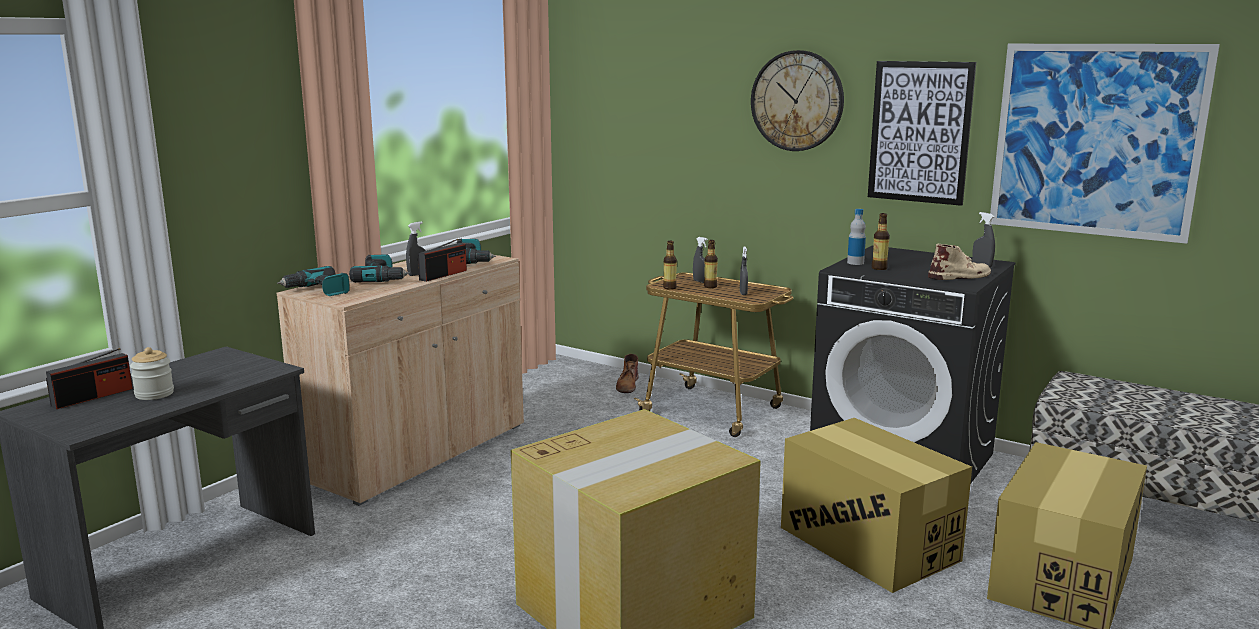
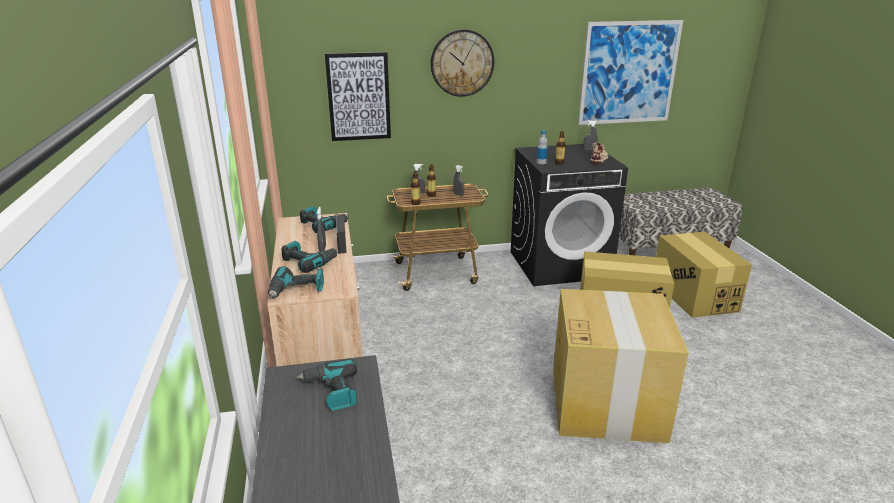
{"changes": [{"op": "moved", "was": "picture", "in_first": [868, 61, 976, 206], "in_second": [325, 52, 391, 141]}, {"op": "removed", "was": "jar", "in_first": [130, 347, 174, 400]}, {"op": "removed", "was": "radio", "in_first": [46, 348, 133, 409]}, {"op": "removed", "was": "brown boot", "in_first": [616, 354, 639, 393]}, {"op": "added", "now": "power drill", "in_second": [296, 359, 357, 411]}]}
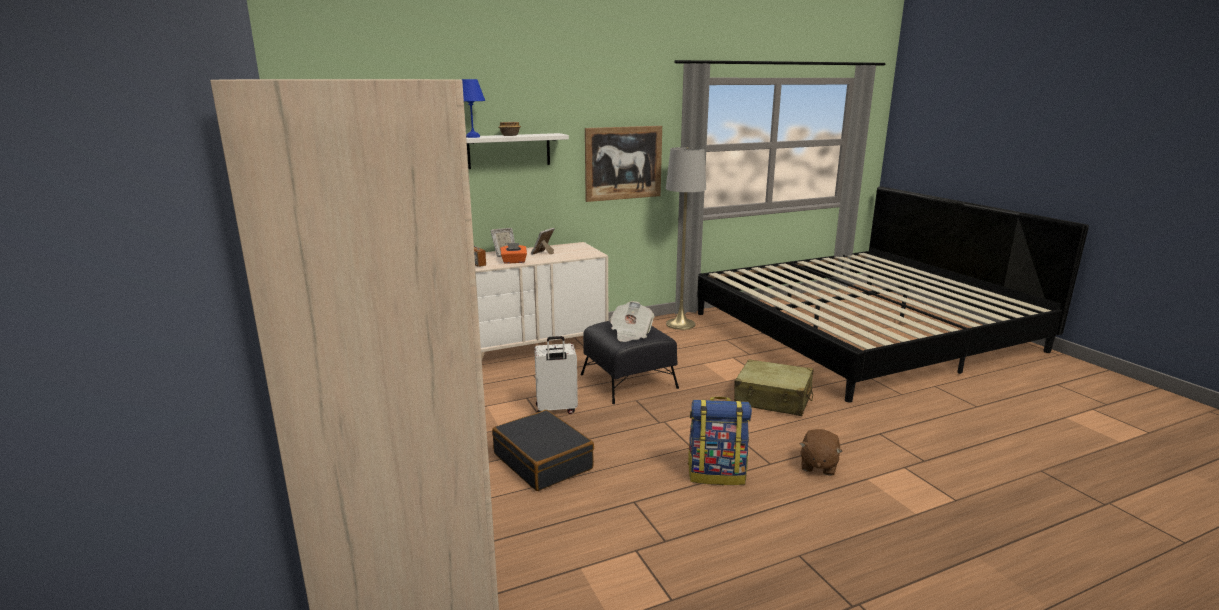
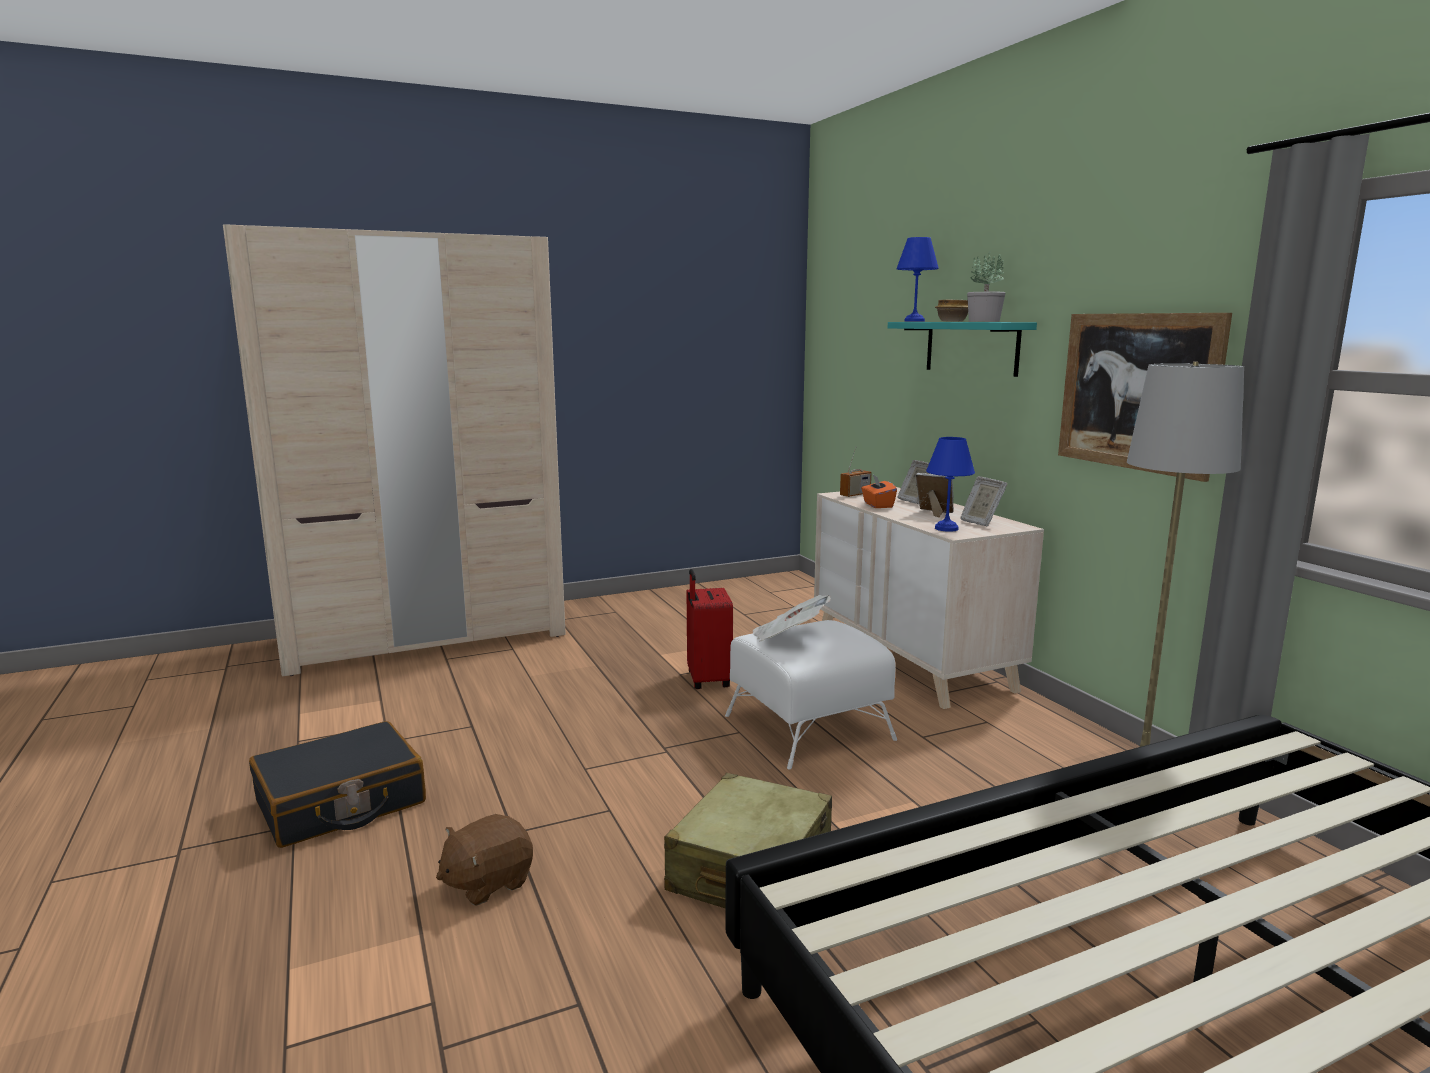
{"changes": [{"op": "recoloured", "was": "white shelf", "now": "turquoise shelf", "in_first": [466, 133, 569, 169], "in_second": [888, 322, 1037, 377]}, {"op": "recoloured", "was": "black ottoman", "now": "white ottoman", "in_first": [581, 321, 679, 404], "in_second": [725, 620, 897, 769]}, {"op": "recoloured", "was": "white suitcase", "now": "red suitcase", "in_first": [534, 336, 578, 414], "in_second": [687, 569, 733, 689]}, {"op": "removed", "was": "backpack", "in_first": [688, 397, 752, 485]}, {"op": "moved", "was": "black suitcase", "in_first": [492, 410, 594, 491], "in_second": [249, 721, 426, 848]}, {"op": "turned", "was": "brown plush toy", "in_first": [799, 429, 843, 476], "in_second": [436, 814, 533, 906], "clockwise": -60}, {"op": "added", "now": "potted plant", "in_second": [967, 252, 1005, 322]}, {"op": "added", "now": "blue table lamp", "in_second": [926, 437, 975, 532]}, {"op": "added", "now": "picture frame", "in_second": [960, 476, 1008, 526]}]}
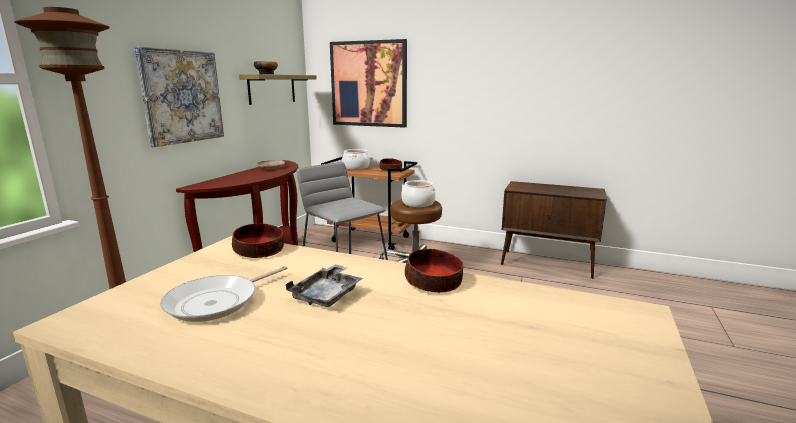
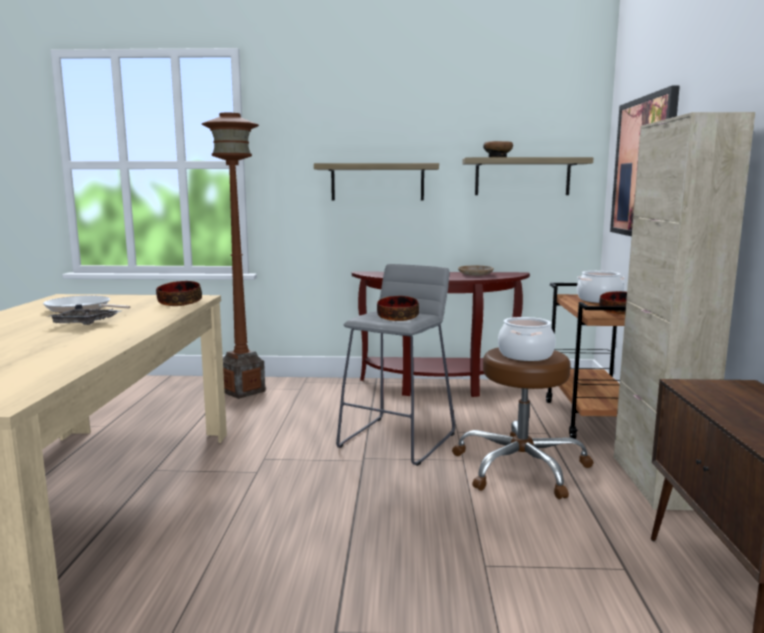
{"changes": [{"op": "replaced", "was": "picture", "now": "shelf", "in_first": [134, 47, 224, 147], "in_second": [314, 163, 439, 201]}, {"op": "moved", "was": "bowl", "in_first": [405, 249, 463, 293], "in_second": [377, 296, 419, 321]}, {"op": "added", "now": "beige cabinet", "in_second": [614, 112, 755, 510]}]}
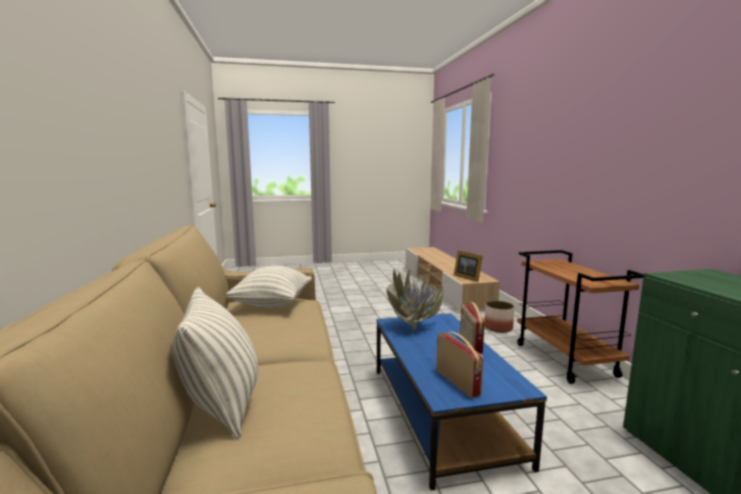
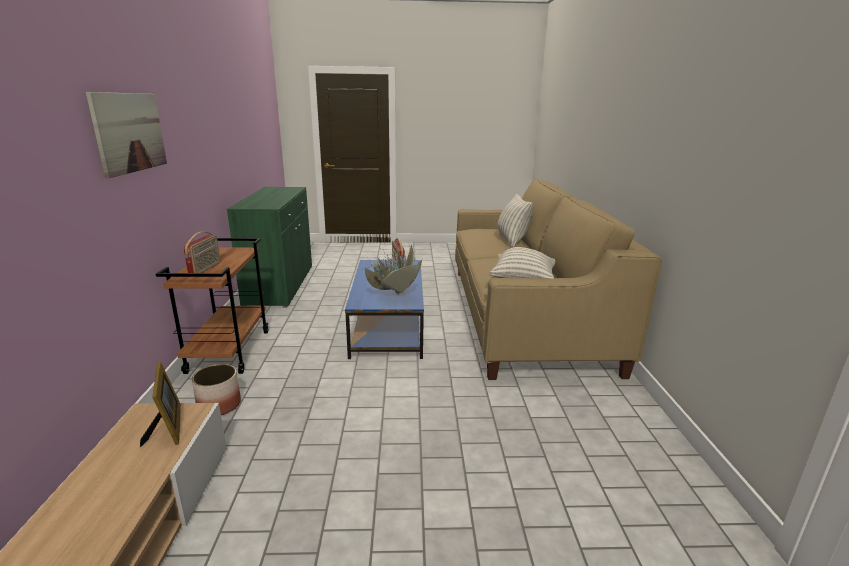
{"changes": [{"op": "moved", "was": "radio", "in_first": [460, 302, 485, 354], "in_second": [183, 232, 220, 273]}, {"op": "added", "now": "picture", "in_second": [86, 92, 167, 178]}]}
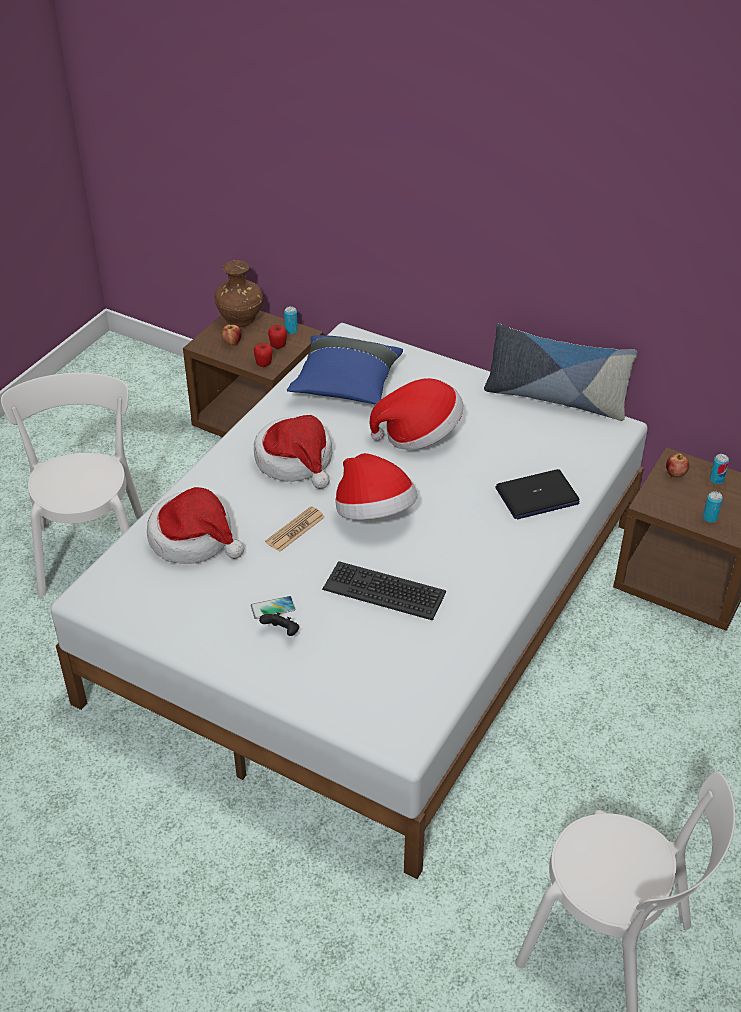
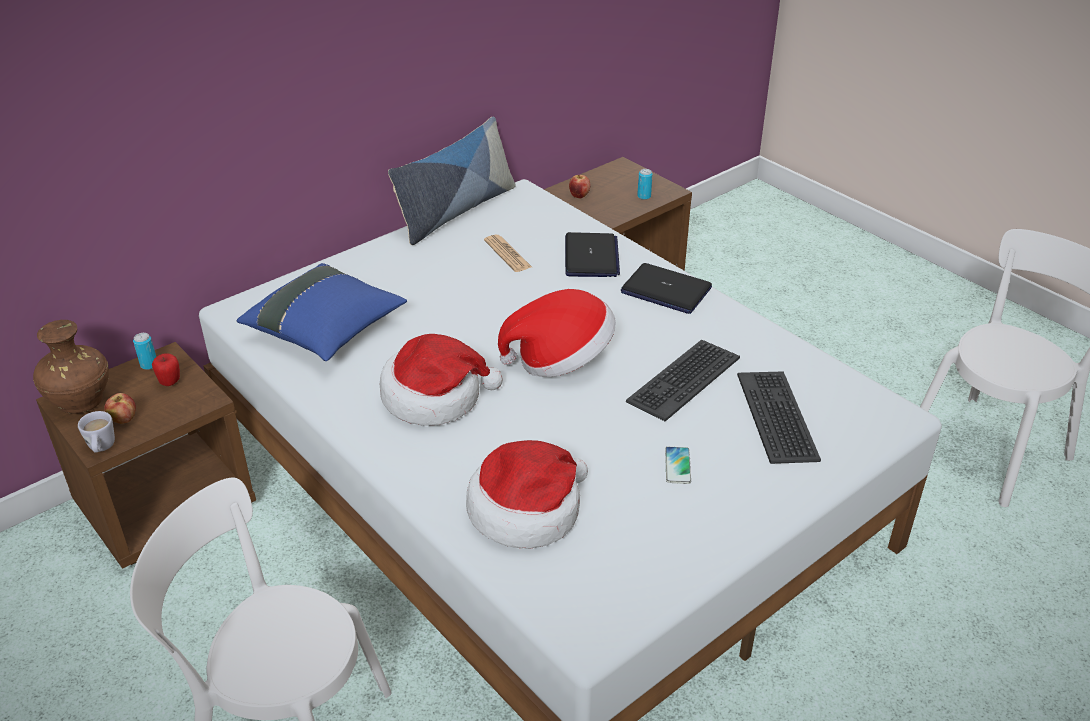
{"changes": [{"op": "removed", "was": "apple", "in_first": [254, 343, 272, 367]}, {"op": "removed", "was": "hat", "in_first": [370, 378, 464, 450]}, {"op": "removed", "was": "can", "in_first": [710, 454, 729, 484]}, {"op": "moved", "was": "newspaper", "in_first": [265, 506, 325, 552], "in_second": [484, 235, 532, 272]}, {"op": "removed", "was": "black game controller", "in_first": [259, 612, 299, 636]}, {"op": "added", "now": "laptop", "in_second": [621, 263, 712, 314]}, {"op": "added", "now": "keyboard", "in_second": [737, 371, 821, 464]}, {"op": "added", "now": "white mug", "in_second": [78, 411, 115, 453]}]}
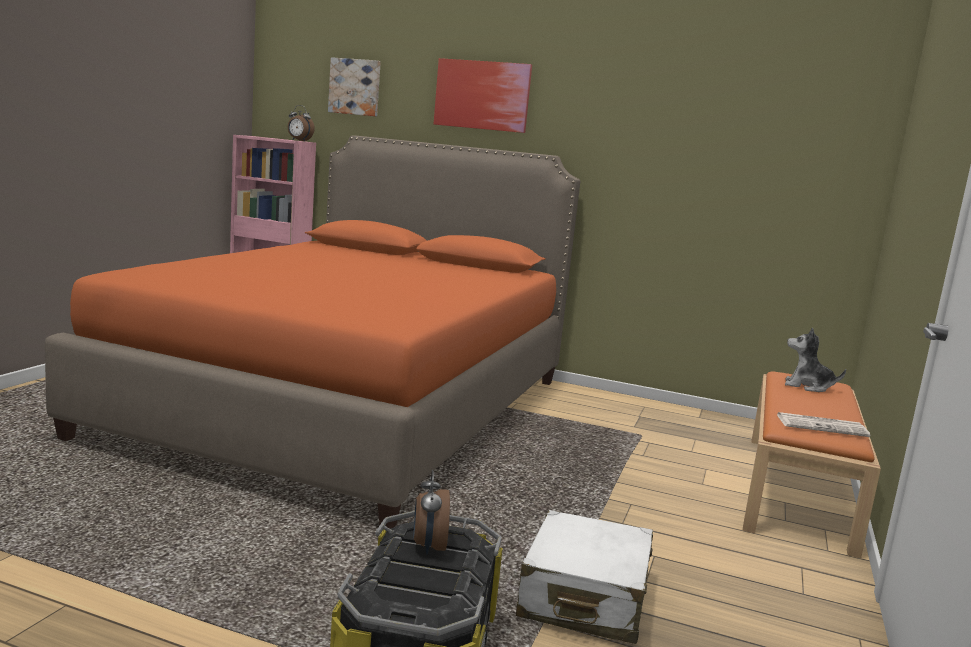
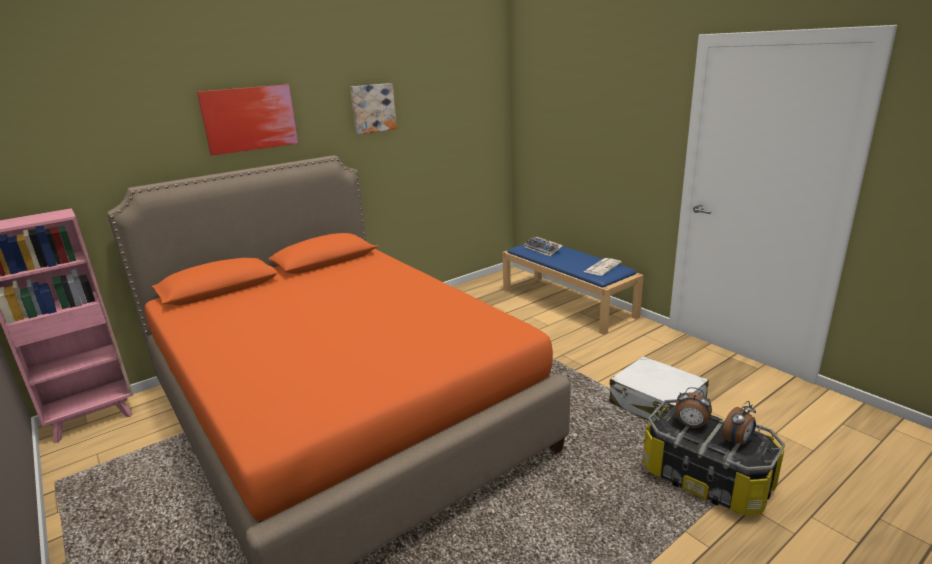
{"changes": [{"op": "moved", "was": "picture", "in_first": [328, 57, 381, 117], "in_second": [350, 83, 397, 134]}, {"op": "moved", "was": "alarm clock", "in_first": [288, 105, 315, 141], "in_second": [722, 401, 756, 446]}, {"op": "replaced", "was": "plush toy", "now": "keyboard", "in_first": [785, 327, 846, 392], "in_second": [524, 237, 563, 256]}, {"op": "recoloured", "was": "orange bench", "now": "blue bench", "in_first": [743, 371, 881, 558], "in_second": [503, 244, 643, 335]}]}
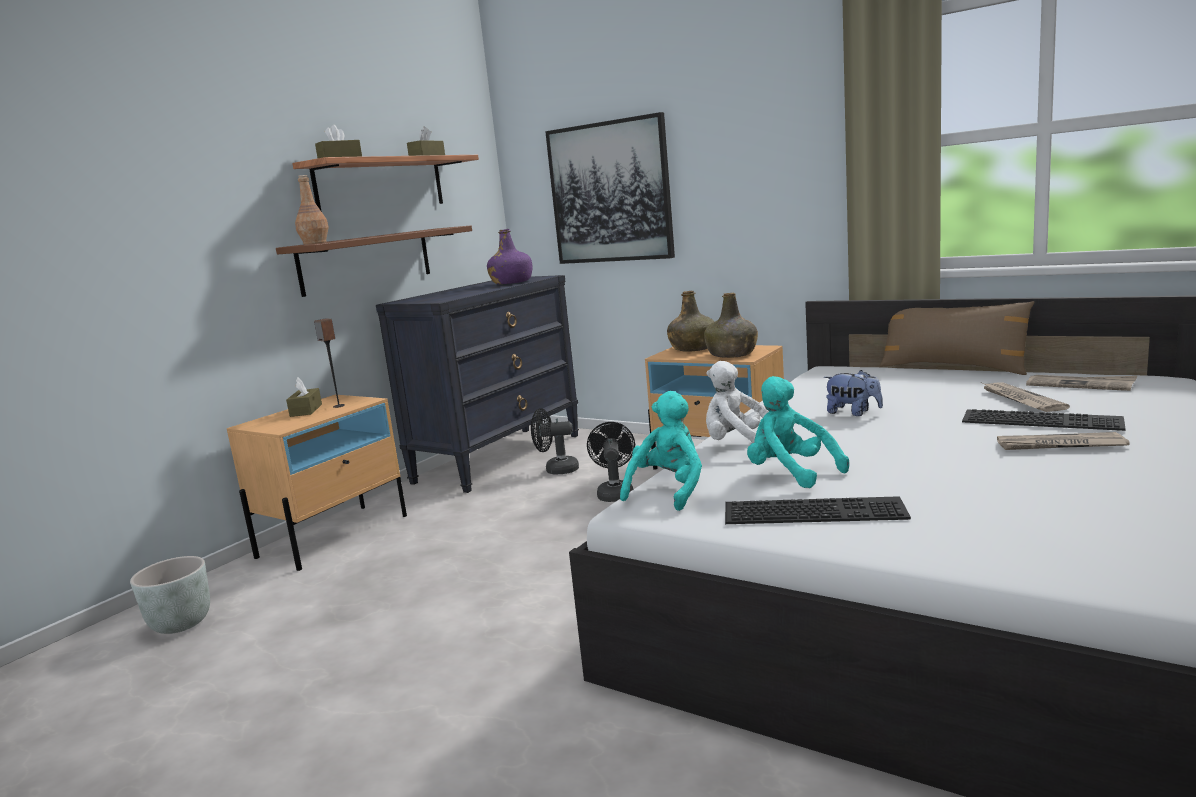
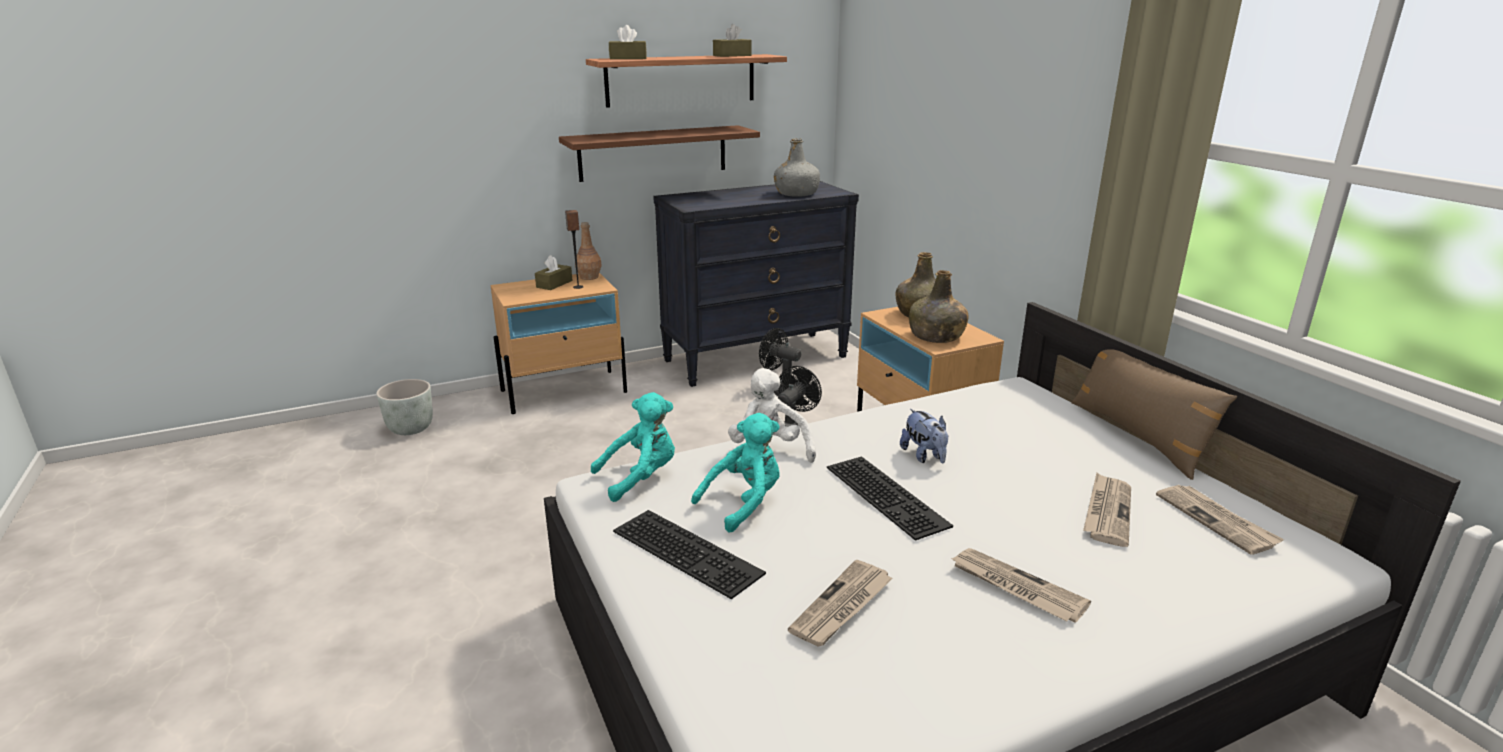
{"changes": [{"op": "removed", "was": "picture", "in_first": [545, 112, 675, 264]}, {"op": "moved", "was": "brown bottle", "in_first": [295, 175, 329, 245], "in_second": [575, 222, 602, 280]}, {"op": "recoloured", "was": "purple bottle", "now": "grey bottle", "in_first": [487, 229, 533, 284], "in_second": [774, 138, 820, 197]}, {"op": "turned", "was": "turquoise plush toy", "in_first": [747, 376, 849, 488], "in_second": [691, 413, 780, 533], "clockwise": 60}, {"op": "moved", "was": "keyboard", "in_first": [962, 409, 1126, 431], "in_second": [827, 456, 953, 541]}, {"op": "added", "now": "newspaper", "in_second": [788, 560, 893, 647]}]}
